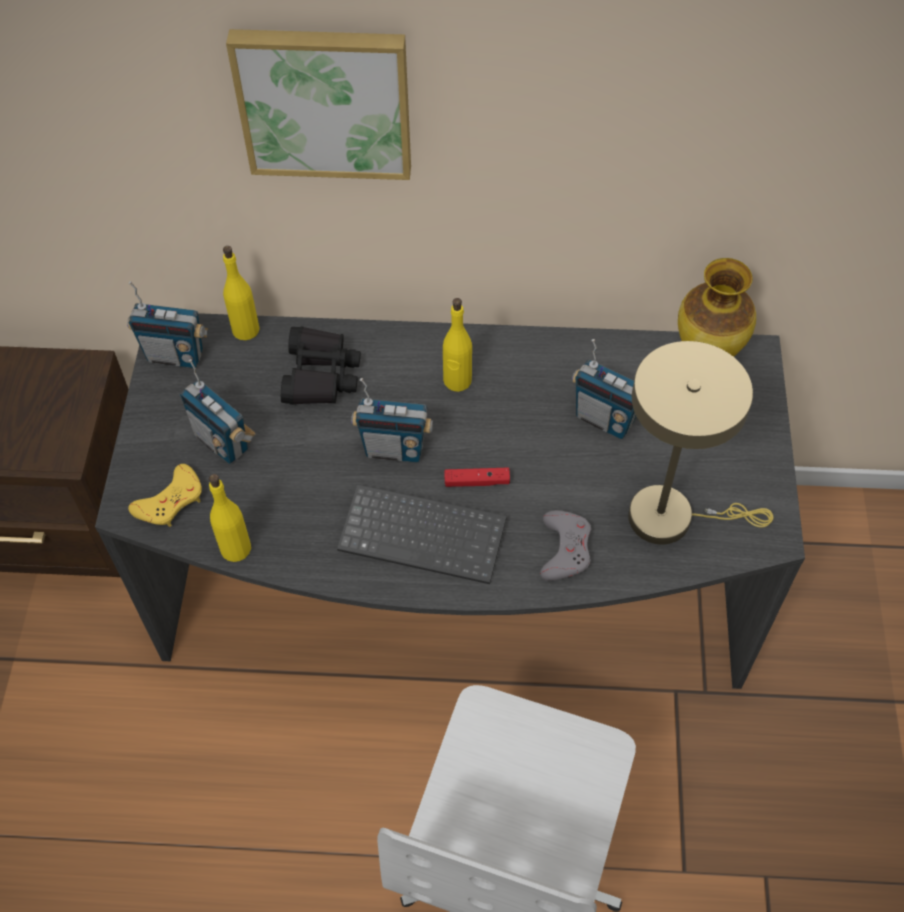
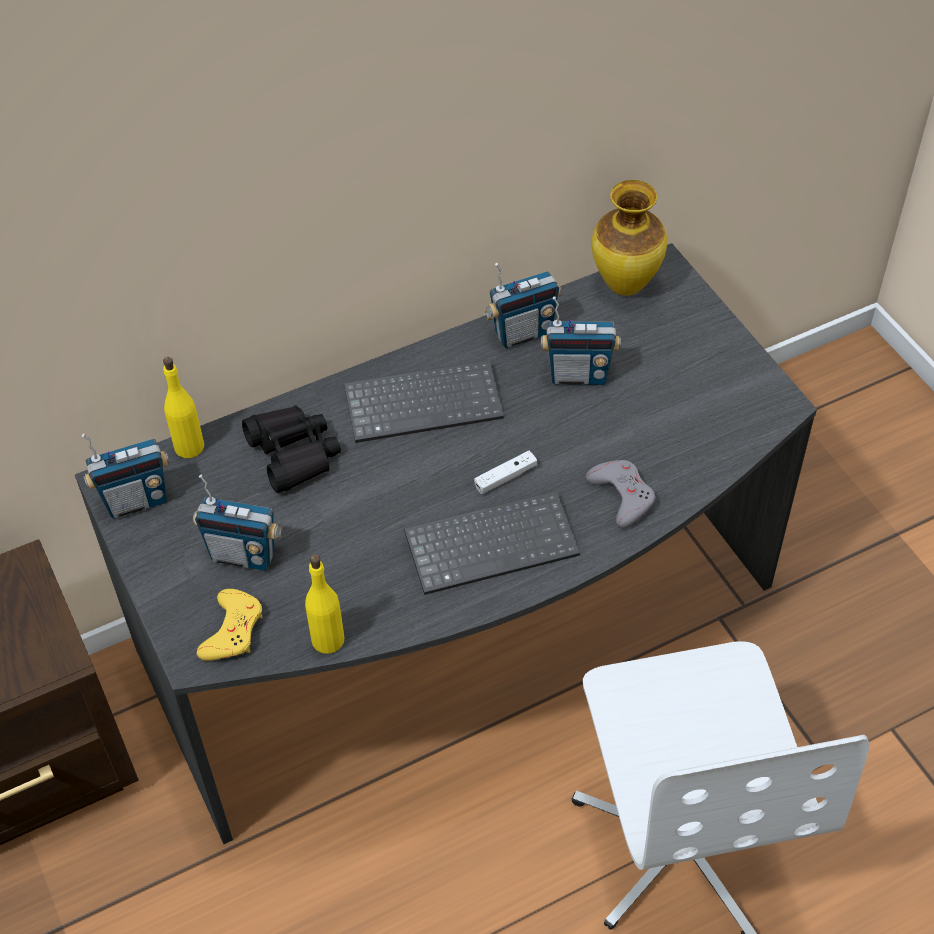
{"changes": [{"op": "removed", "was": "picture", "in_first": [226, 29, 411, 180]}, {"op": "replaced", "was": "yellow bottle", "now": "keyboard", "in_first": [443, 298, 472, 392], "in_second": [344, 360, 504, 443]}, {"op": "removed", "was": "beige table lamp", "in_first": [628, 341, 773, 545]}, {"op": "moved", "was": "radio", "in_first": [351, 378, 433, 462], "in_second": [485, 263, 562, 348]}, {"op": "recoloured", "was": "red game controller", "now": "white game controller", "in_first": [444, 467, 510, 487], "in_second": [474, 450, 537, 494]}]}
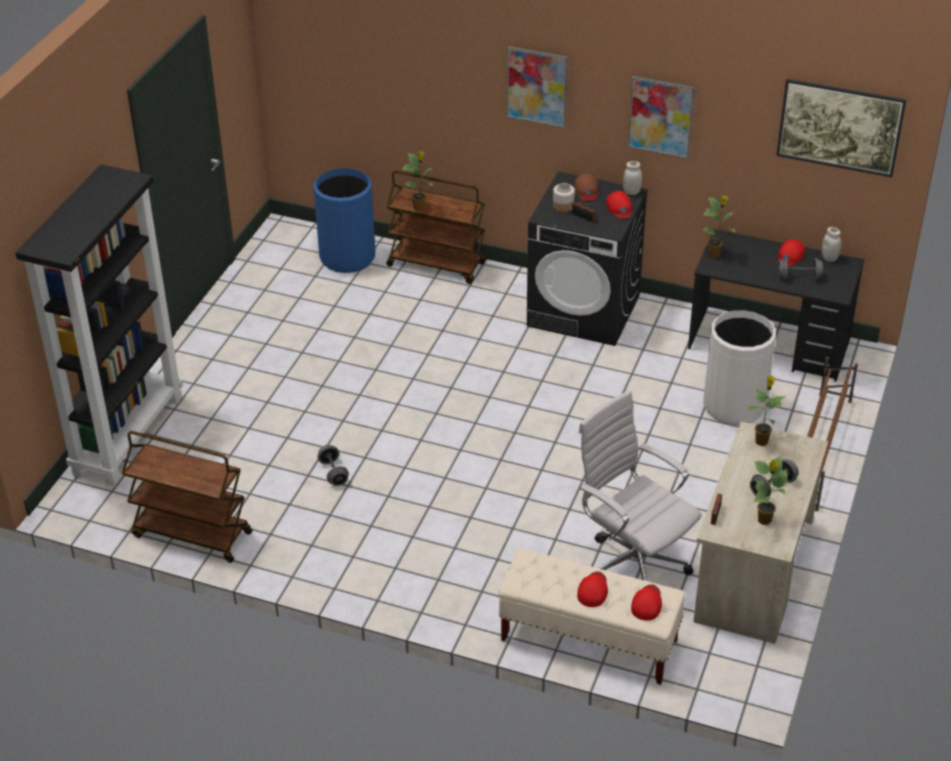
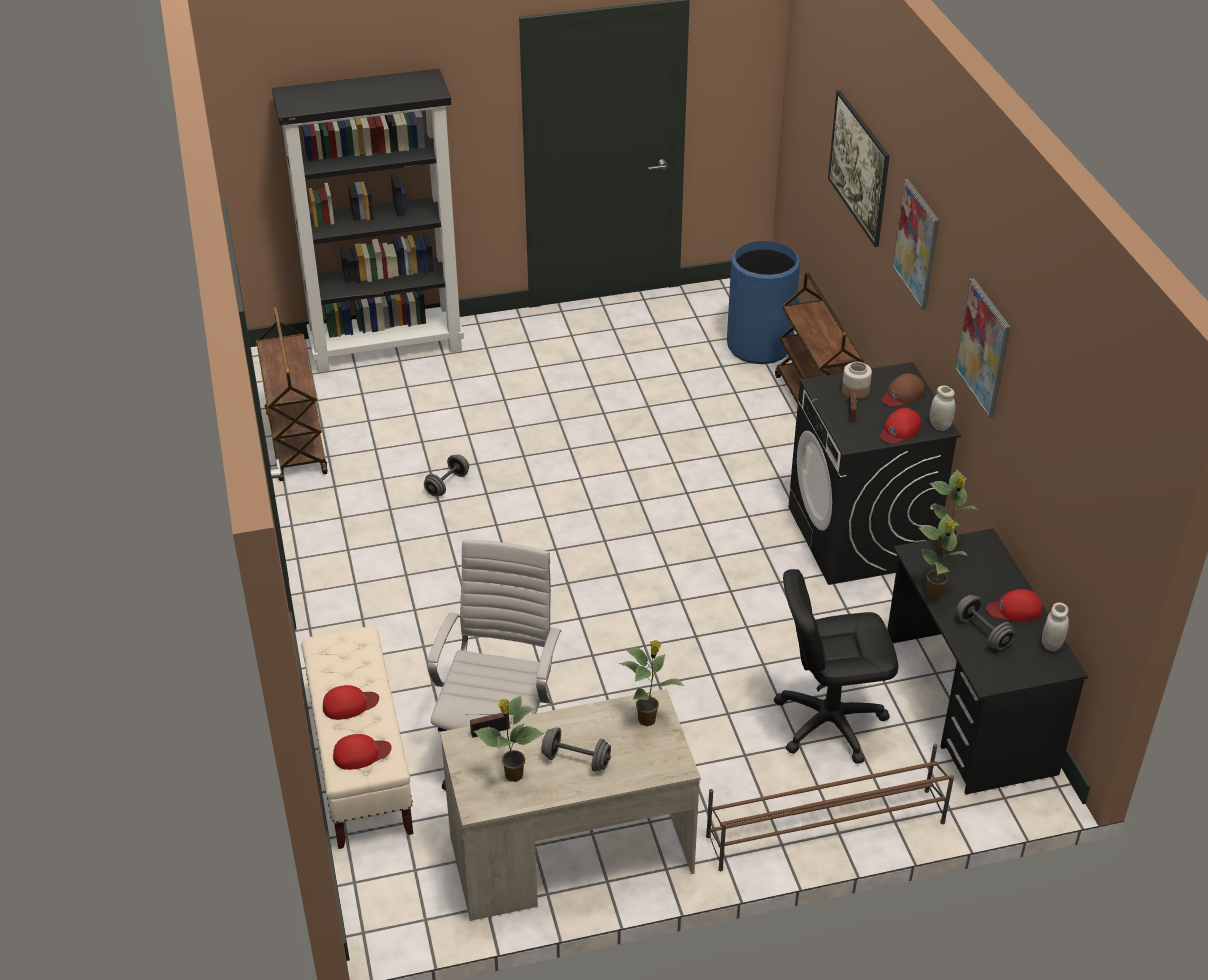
{"changes": [{"op": "moved", "was": "picture", "in_first": [776, 79, 907, 178], "in_second": [828, 90, 890, 247]}, {"op": "moved", "was": "potted plant", "in_first": [401, 151, 434, 211], "in_second": [919, 514, 968, 598]}, {"op": "replaced", "was": "white trash can", "now": "black office chair", "in_first": [703, 310, 776, 425], "in_second": [774, 569, 898, 764]}]}
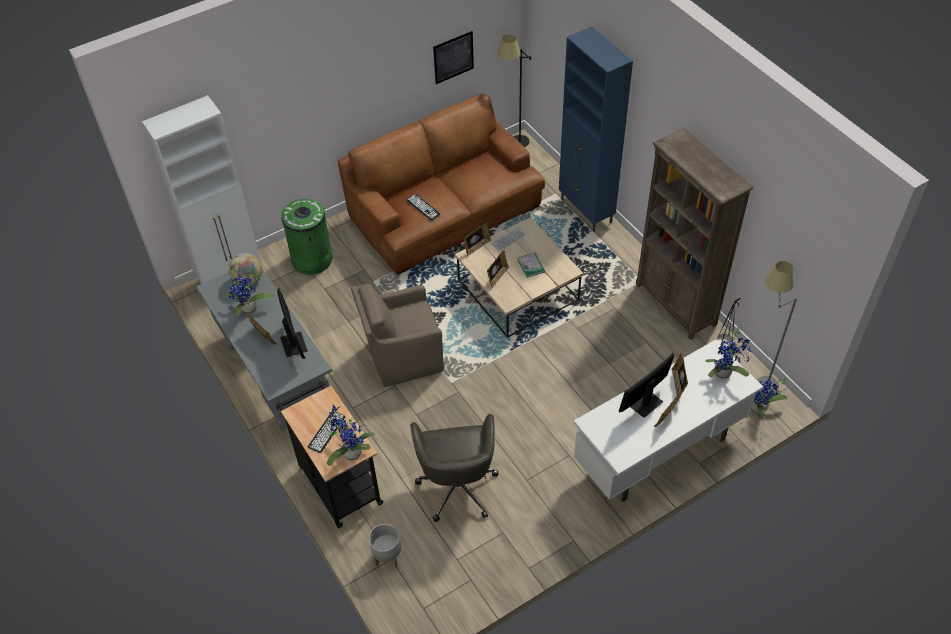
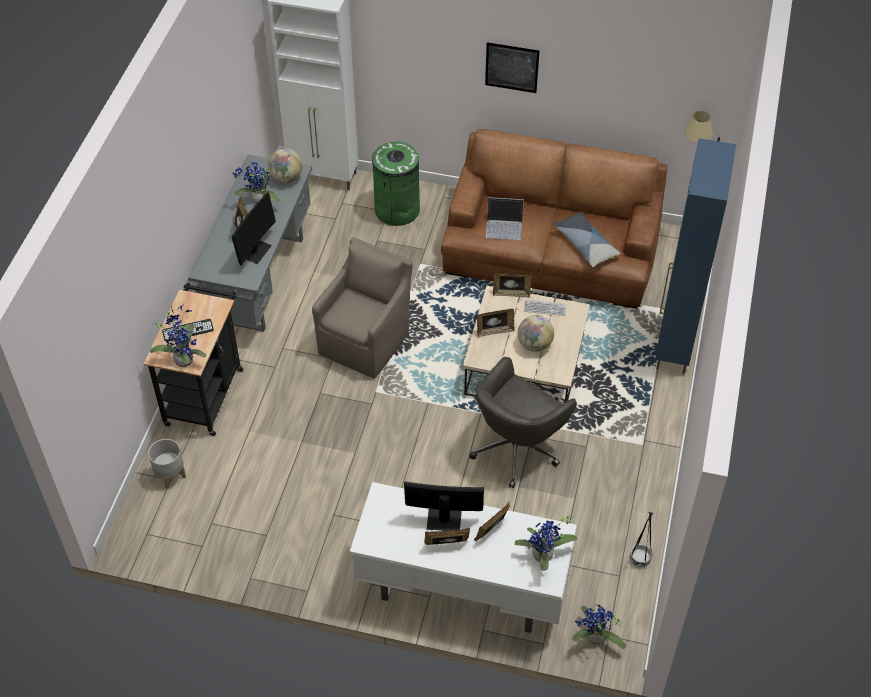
{"changes": [{"op": "moved", "was": "picture", "in_first": [433, 31, 474, 84], "in_second": [485, 42, 540, 93]}, {"op": "removed", "was": "brown bookcase", "in_first": [636, 128, 754, 340]}, {"op": "replaced", "was": "keyboard", "now": "laptop", "in_first": [407, 194, 440, 220], "in_second": [486, 197, 524, 240]}, {"op": "replaced", "was": "book", "now": "globe", "in_first": [517, 253, 545, 278], "in_second": [518, 315, 554, 352]}, {"op": "removed", "was": "grey floor lamp", "in_first": [757, 261, 797, 393]}, {"op": "turned", "was": "brown armchair", "in_first": [351, 284, 444, 387], "in_second": [312, 237, 412, 379], "clockwise": 90}, {"op": "moved", "was": "grey office chair", "in_first": [410, 414, 498, 522], "in_second": [469, 357, 577, 488]}, {"op": "added", "now": "pillow", "in_second": [553, 212, 621, 267]}]}
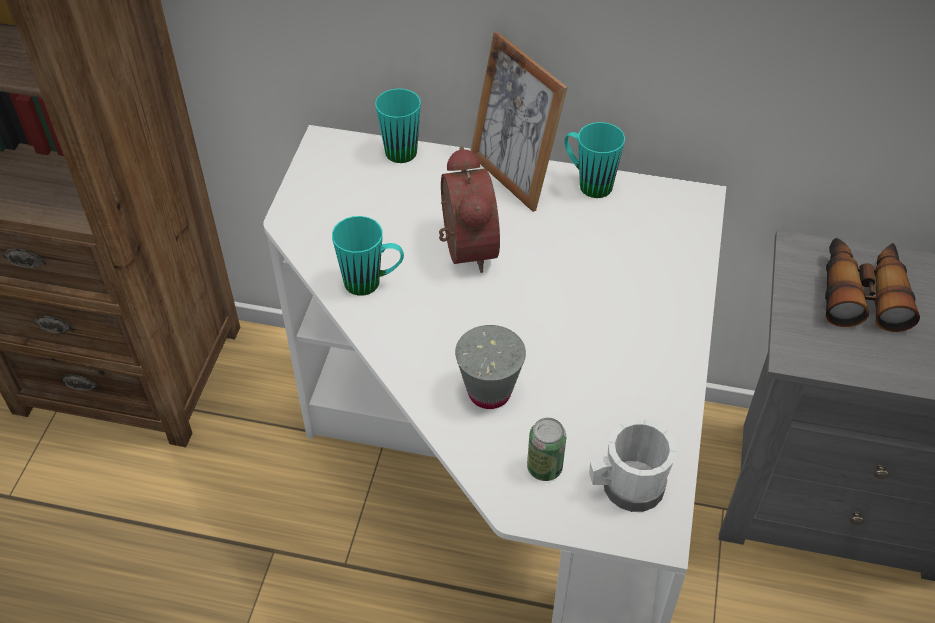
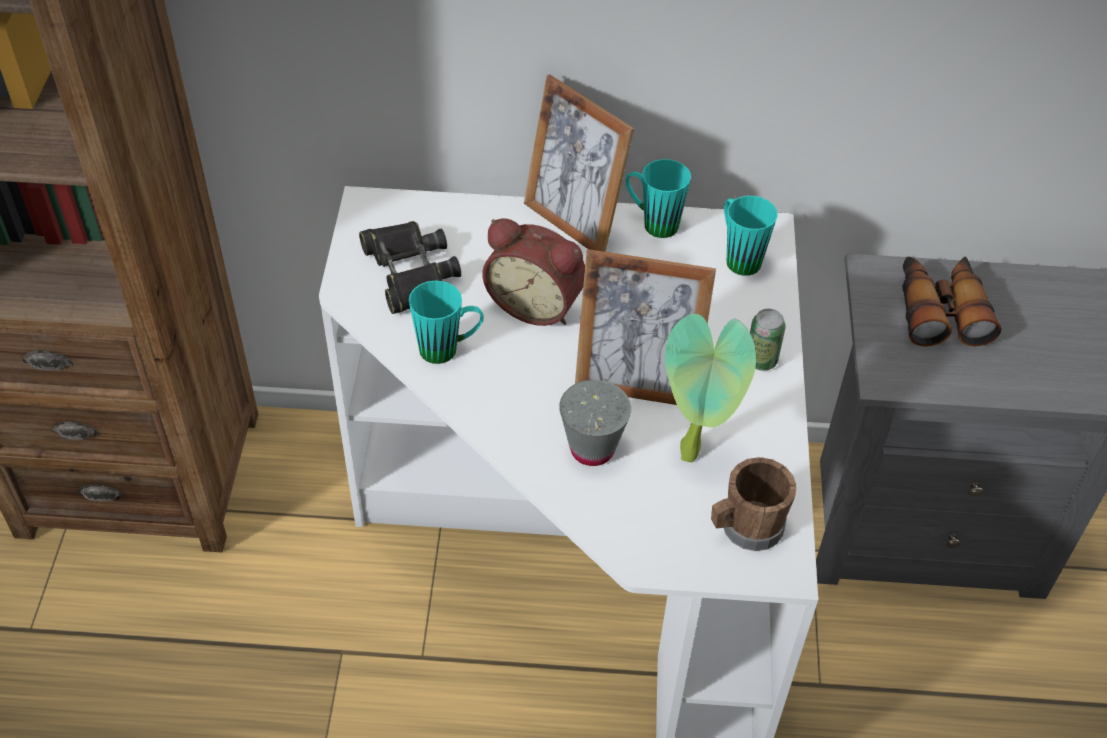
{"changes": [{"op": "moved", "was": "turquoise mug", "in_first": [375, 89, 421, 163], "in_second": [724, 196, 778, 276]}, {"op": "turned", "was": "alarm clock", "in_first": [439, 146, 500, 273], "in_second": [482, 218, 585, 326], "clockwise": 135}, {"op": "moved", "was": "can", "in_first": [527, 418, 566, 481], "in_second": [750, 309, 786, 371]}, {"op": "recoloured", "was": "white mug", "now": "brown mug", "in_first": [589, 419, 677, 512], "in_second": [711, 457, 797, 551]}, {"op": "added", "now": "black binoculars", "in_second": [359, 221, 461, 314]}, {"op": "added", "now": "picture frame", "in_second": [575, 249, 716, 405]}, {"op": "added", "now": "potted plant", "in_second": [665, 314, 756, 462]}]}
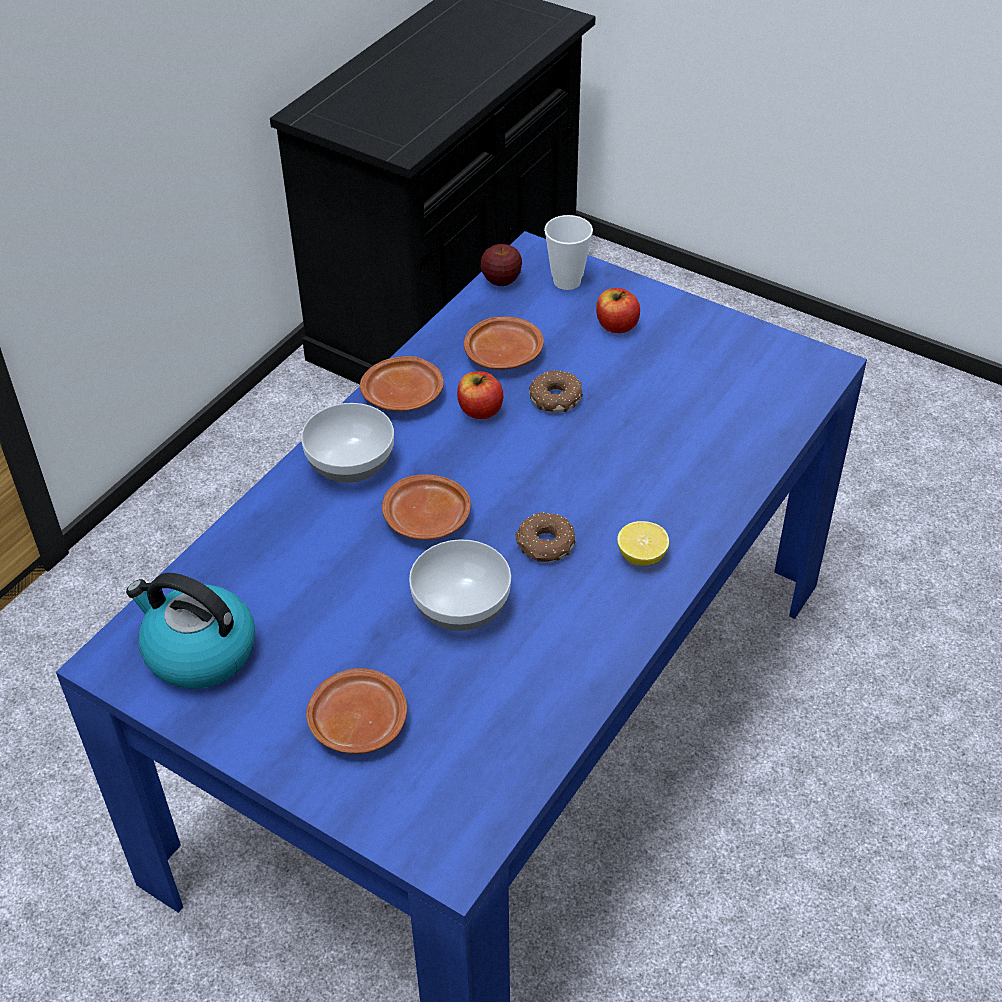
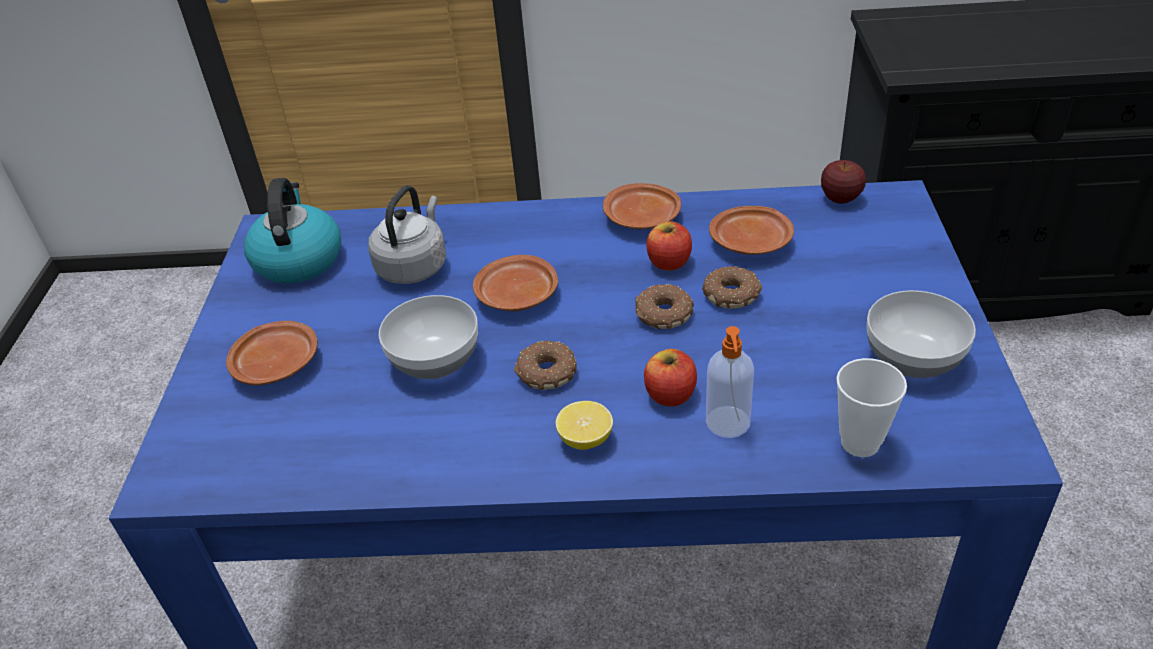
{"changes": [{"op": "moved", "was": "cup", "in_first": [544, 215, 593, 290], "in_second": [836, 358, 907, 457]}, {"op": "moved", "was": "apple", "in_first": [596, 288, 640, 333], "in_second": [644, 349, 697, 407]}, {"op": "moved", "was": "bowl", "in_first": [301, 403, 394, 483], "in_second": [867, 290, 976, 378]}, {"op": "added", "now": "grey kettle", "in_second": [368, 185, 446, 284]}, {"op": "added", "now": "donut", "in_second": [635, 284, 694, 329]}, {"op": "added", "now": "soap dispenser", "in_second": [706, 326, 754, 438]}]}
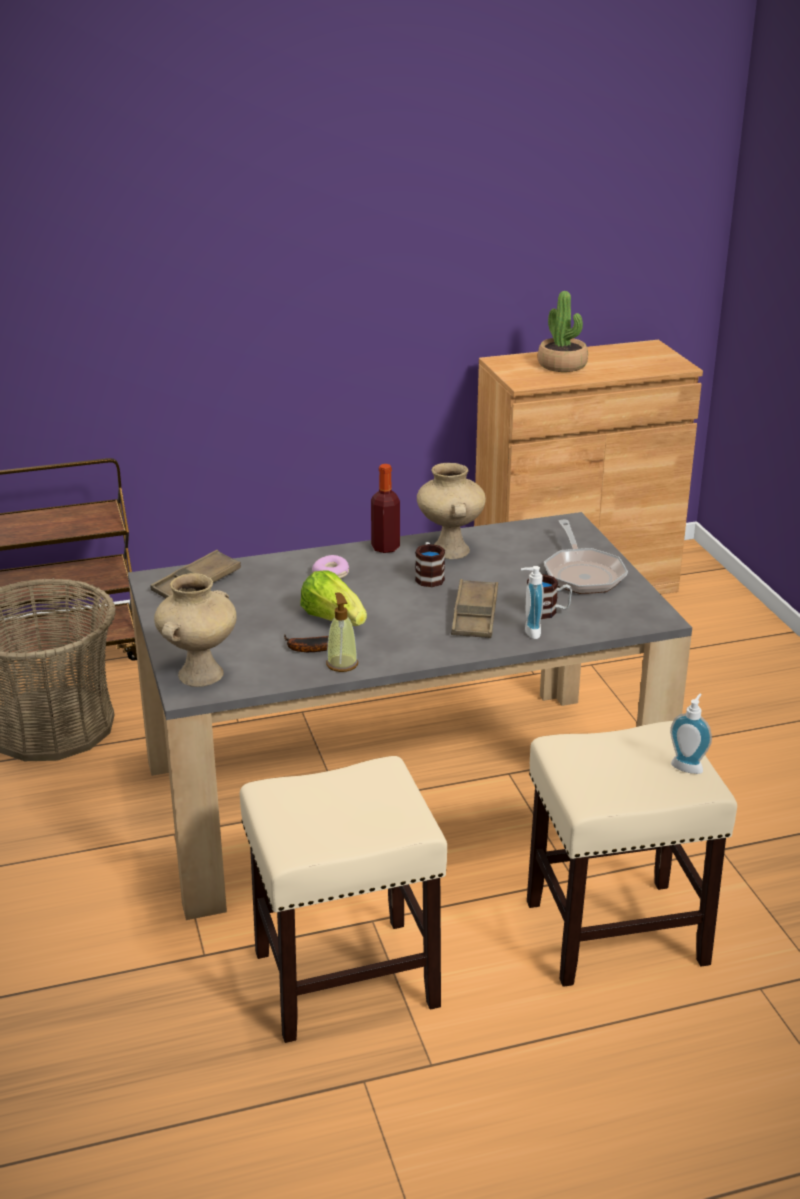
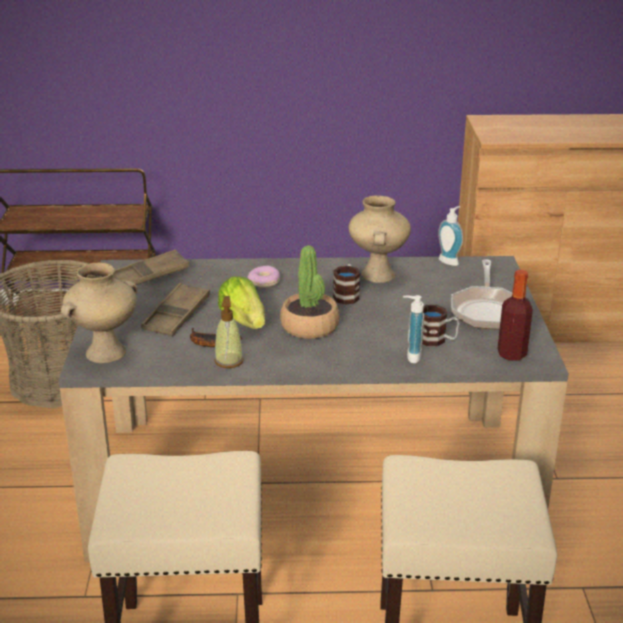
{"changes": [{"op": "moved", "was": "potted plant", "in_first": [538, 291, 588, 372], "in_second": [280, 245, 340, 339]}, {"op": "moved", "was": "bottle", "in_first": [371, 464, 400, 553], "in_second": [497, 270, 533, 361]}, {"op": "moved", "was": "brown tray", "in_first": [451, 579, 498, 638], "in_second": [141, 283, 210, 336]}, {"op": "moved", "was": "soap dispenser", "in_first": [670, 694, 712, 774], "in_second": [438, 206, 463, 266]}]}
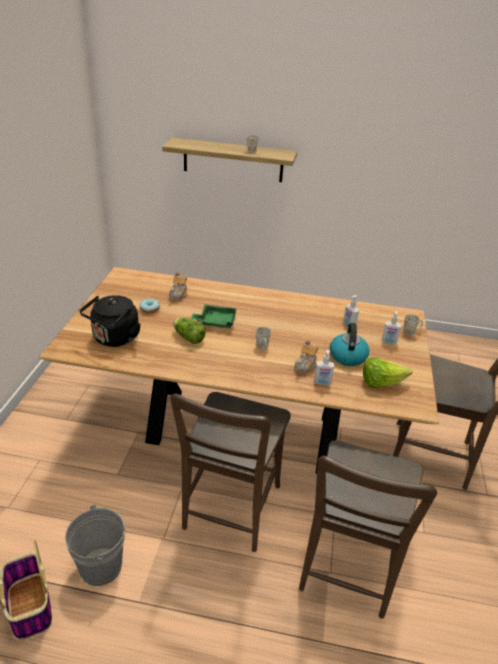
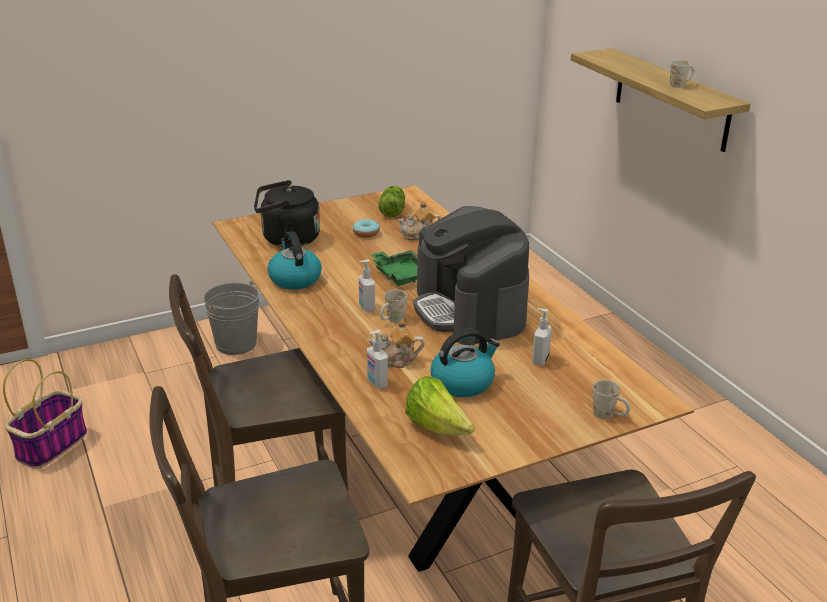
{"changes": [{"op": "moved", "was": "soap dispenser", "in_first": [382, 311, 401, 344], "in_second": [359, 259, 375, 312]}, {"op": "moved", "was": "lettuce", "in_first": [173, 317, 206, 344], "in_second": [378, 185, 405, 217]}, {"op": "moved", "was": "grey bucket", "in_first": [65, 504, 125, 586], "in_second": [203, 281, 259, 355]}, {"op": "added", "now": "coffee machine", "in_second": [413, 206, 529, 346]}, {"op": "added", "now": "kettle", "in_second": [267, 231, 322, 290]}]}
